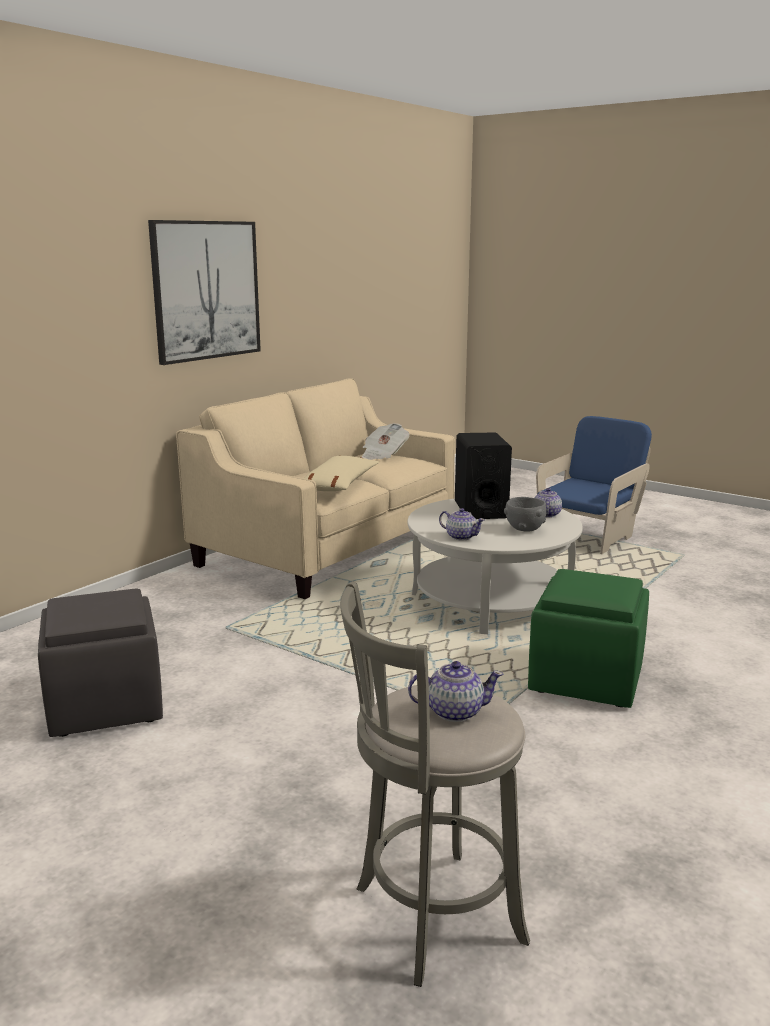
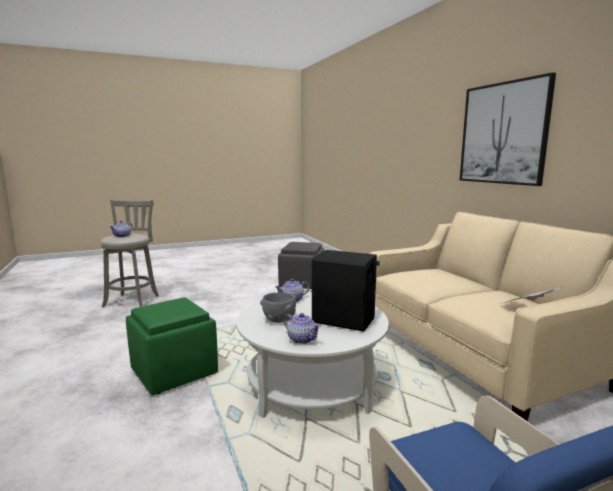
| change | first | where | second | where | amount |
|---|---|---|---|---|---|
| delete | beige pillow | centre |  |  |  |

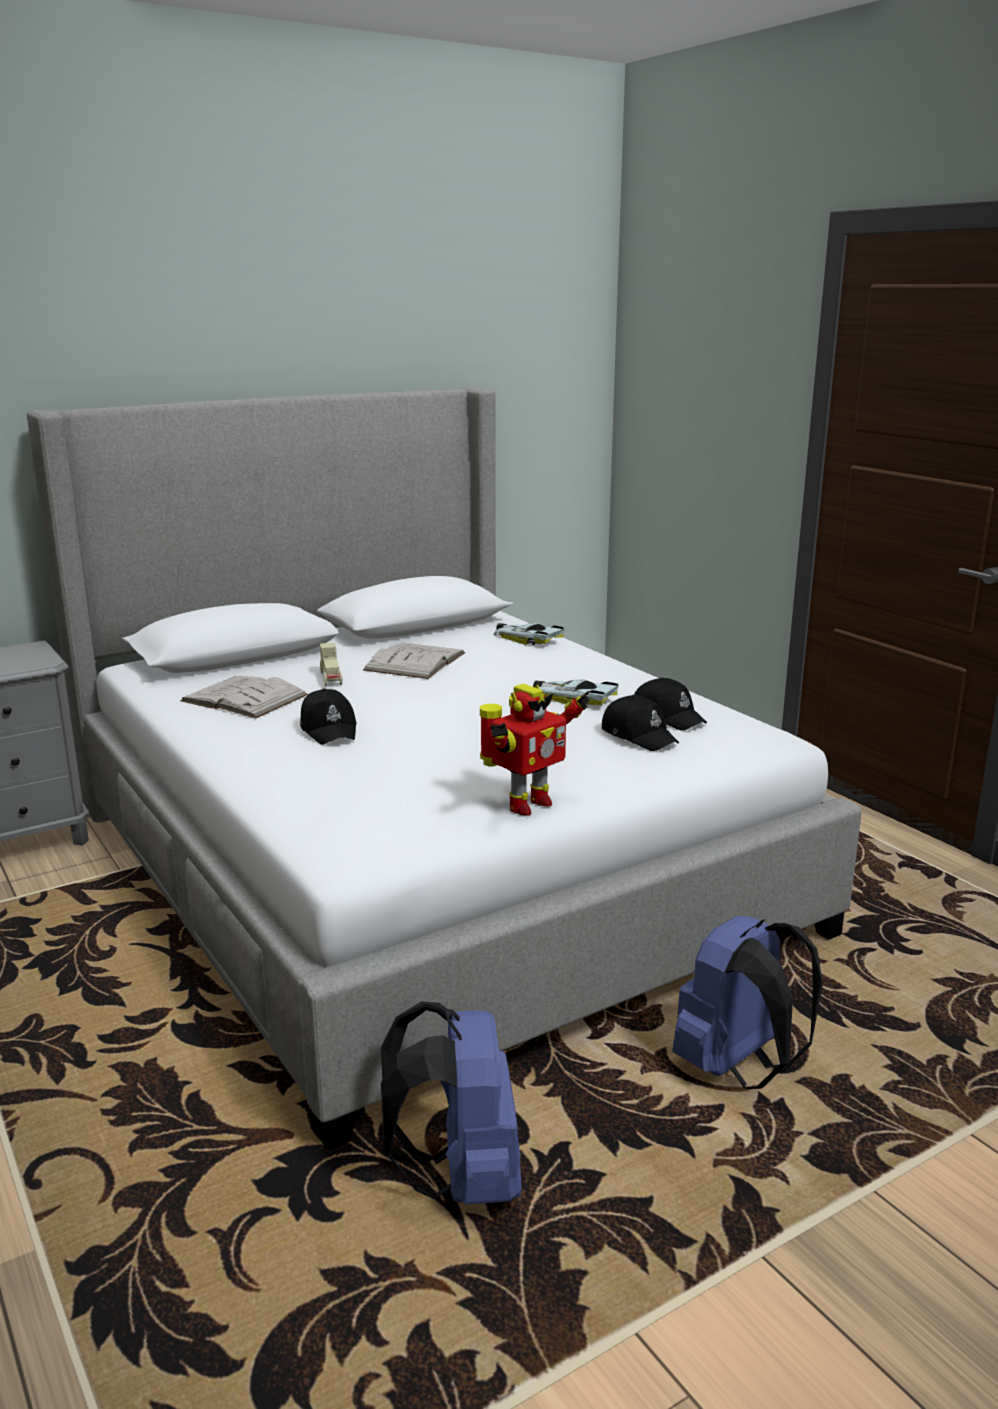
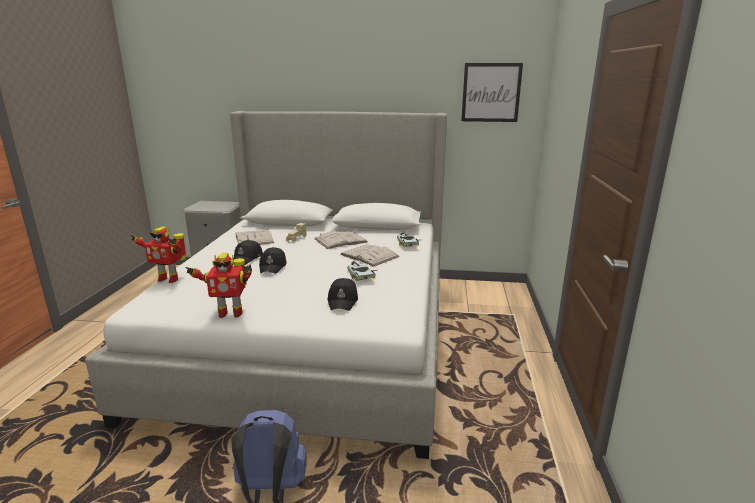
| change | first | where | second | where | amount |
|---|---|---|---|---|---|
| delete | blue-coloured rucksack (1st from left) | bottom centre |  |  |  |
| move | black-coloured cap (3rd from left in the first image) | middle right | black-coloured cap (2nd from left) | centre |  |
| insert |  |  | model robot (1st from left) | middle left |  |
| insert |  |  | white-coloured volume (3rd from left) | centre |  |
| insert |  |  | wall picture | top centre |  |

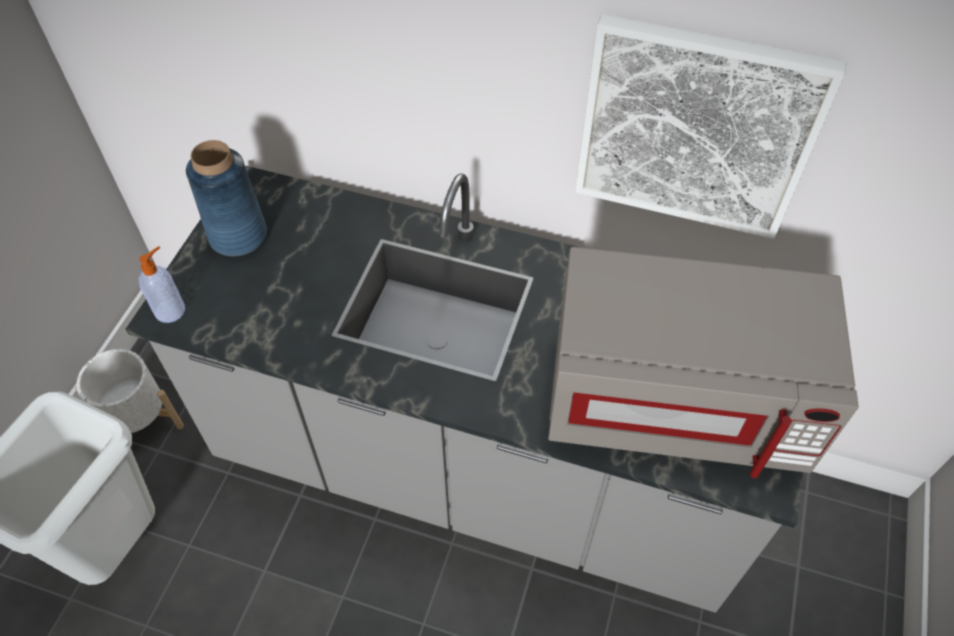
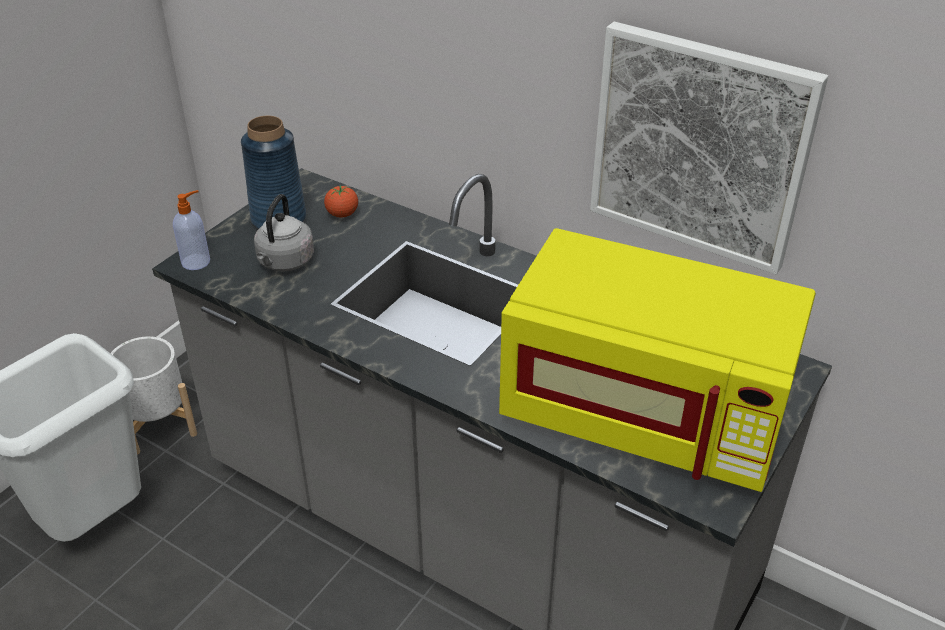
| change | first | where | second | where | amount |
|---|---|---|---|---|---|
| recolor | gray microwave | middle right | yellowish microwave | middle right |  |
| insert |  |  | gray water kettle | middle left |  |
| insert |  |  | fresh tomato | top centre |  |

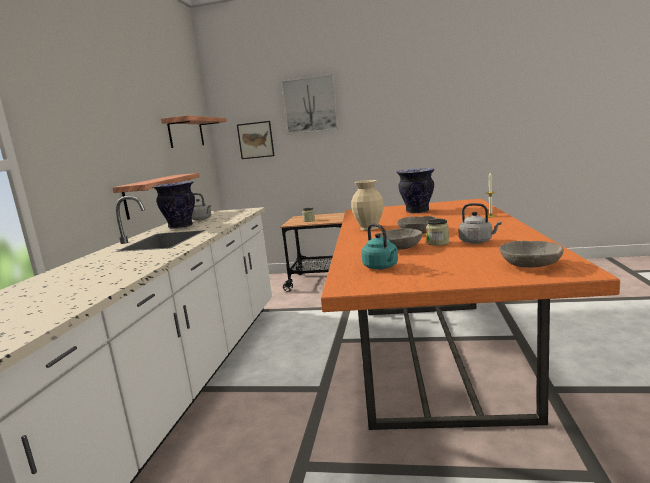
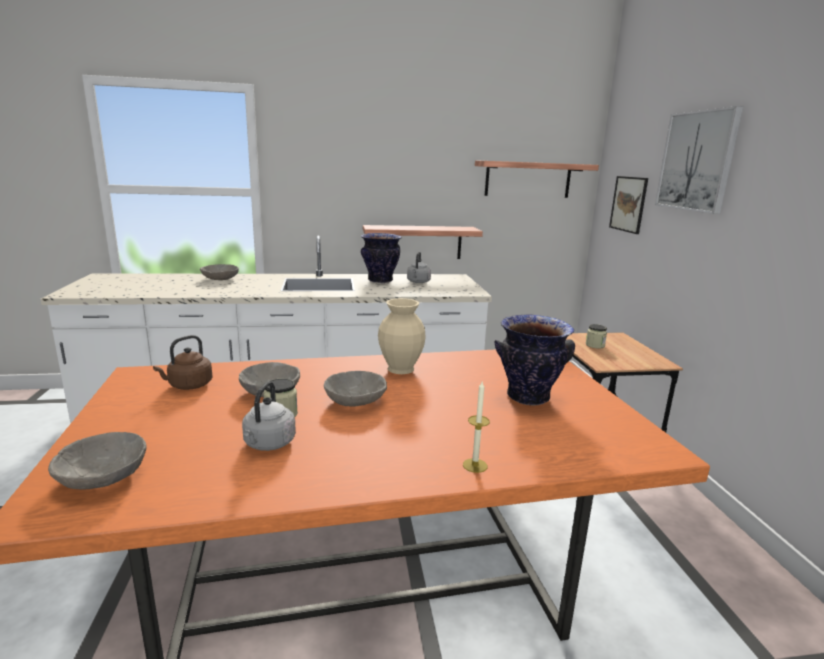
| change | first | where | second | where | amount |
|---|---|---|---|---|---|
| recolor | turquoise-coloured water kettle | centre | brown-coloured water kettle | middle left |  |
| insert |  |  | gray deep dish (2nd from left) | middle left |  |

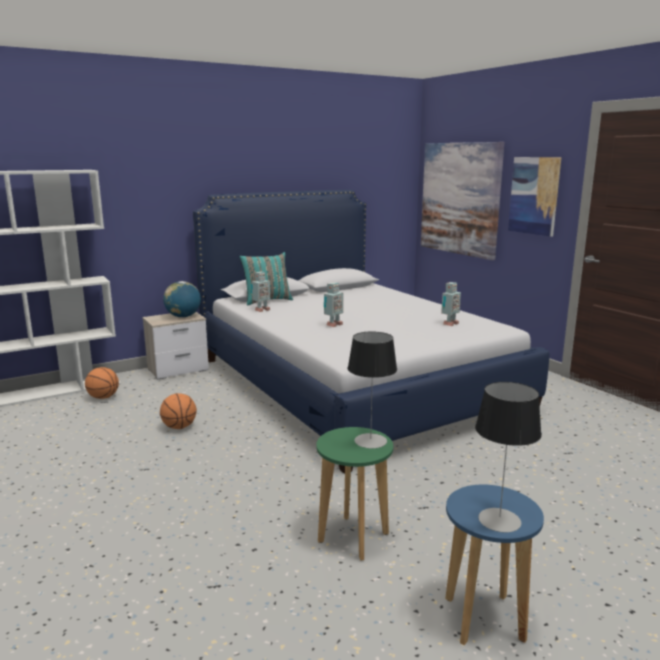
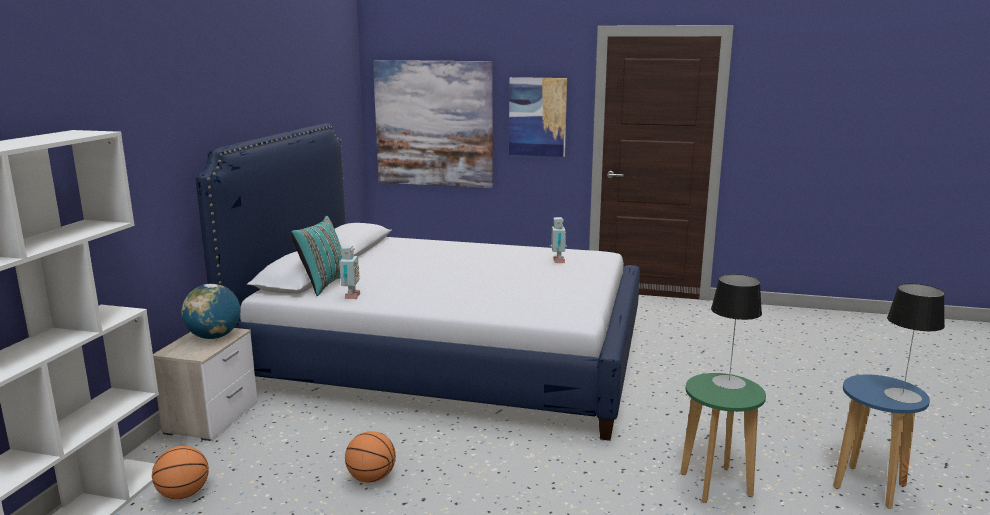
| change | first | where | second | where | amount |
|---|---|---|---|---|---|
| delete | model robot (2nd from left) | centre |  |  |  |

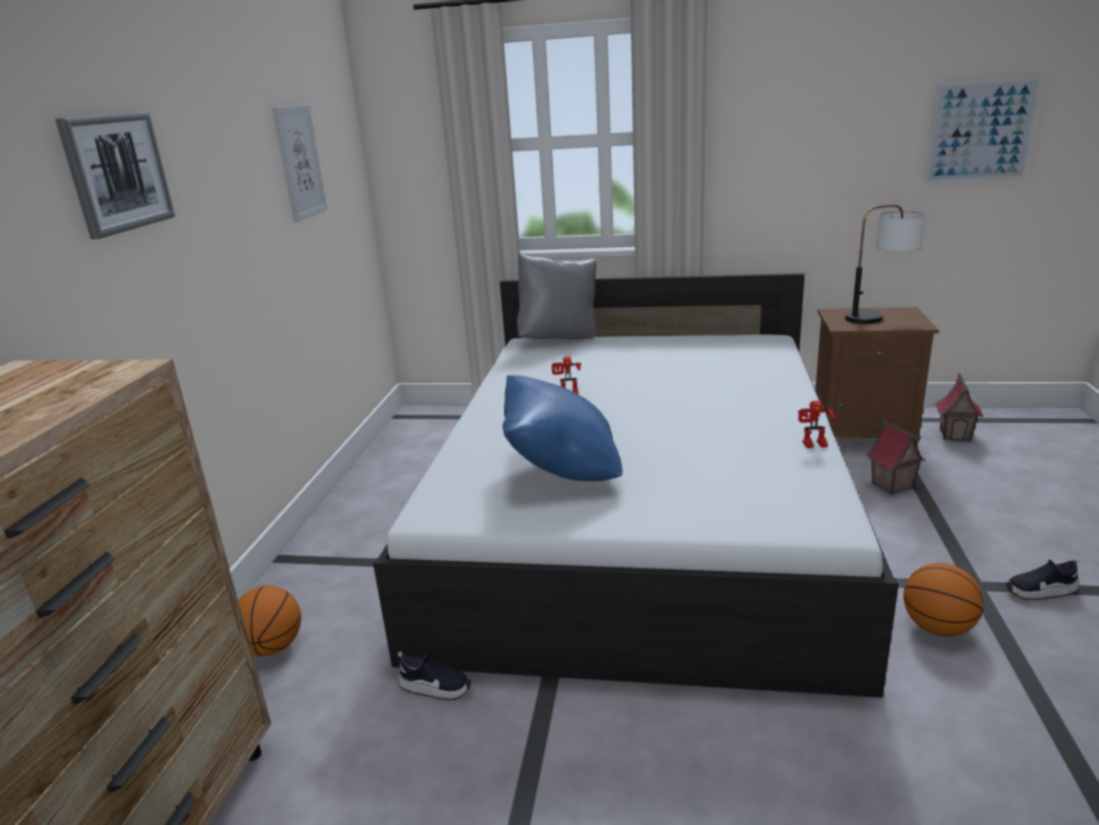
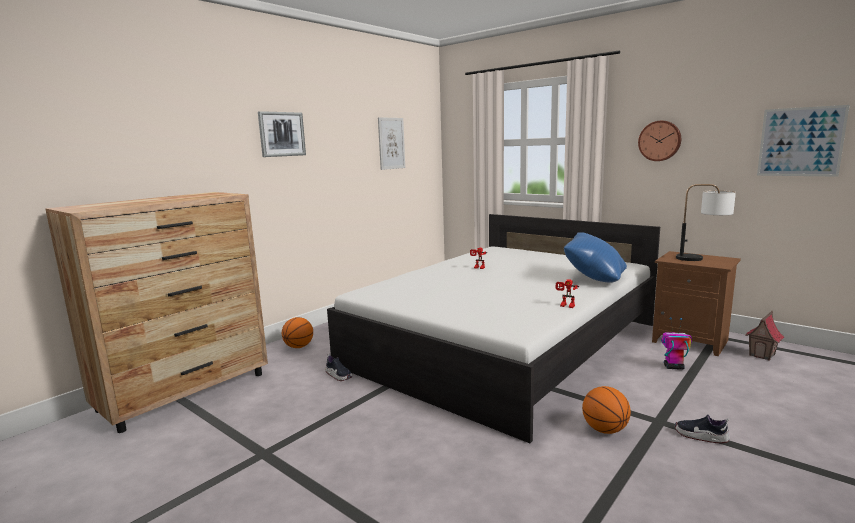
| change | first | where | second | where | amount |
|---|---|---|---|---|---|
| move | blue-coloured pillow | centre |  | middle right |  |
| delete | gray pillow | centre |  |  |  |
| replace | toy house (1st from left) | middle right | model robot (3rd from left) | middle right |  |
| insert |  |  | hanging clock | top right |  |

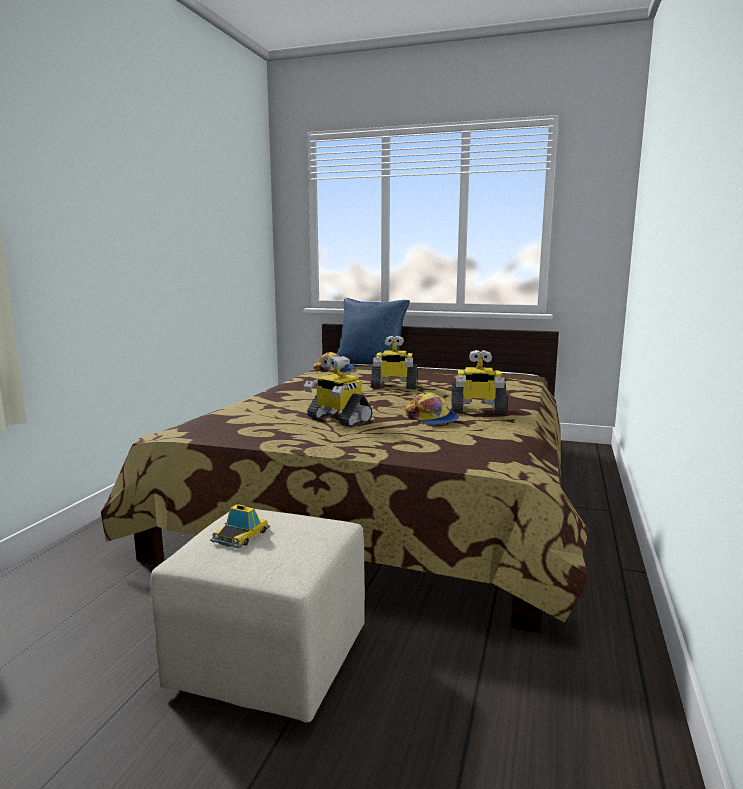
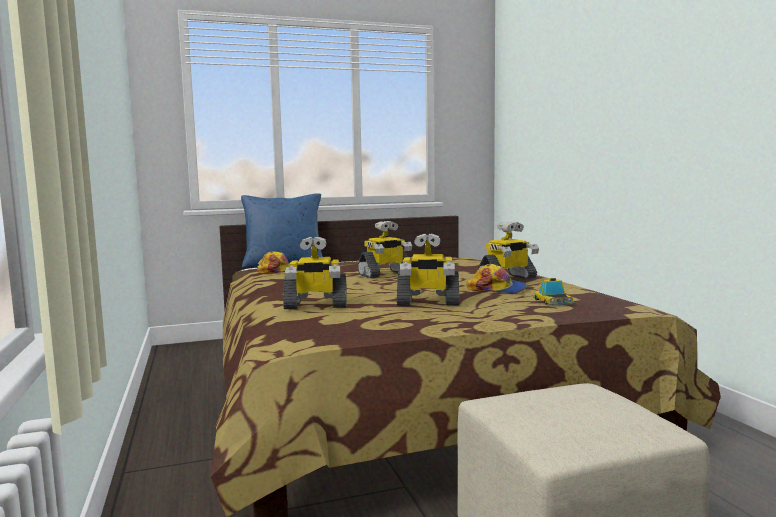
| change | first | where | second | where | amount |
|---|---|---|---|---|---|
| move | miniature car | bottom left |  | middle right |  |
| insert |  |  | model robot (1st from left) | centre |  |

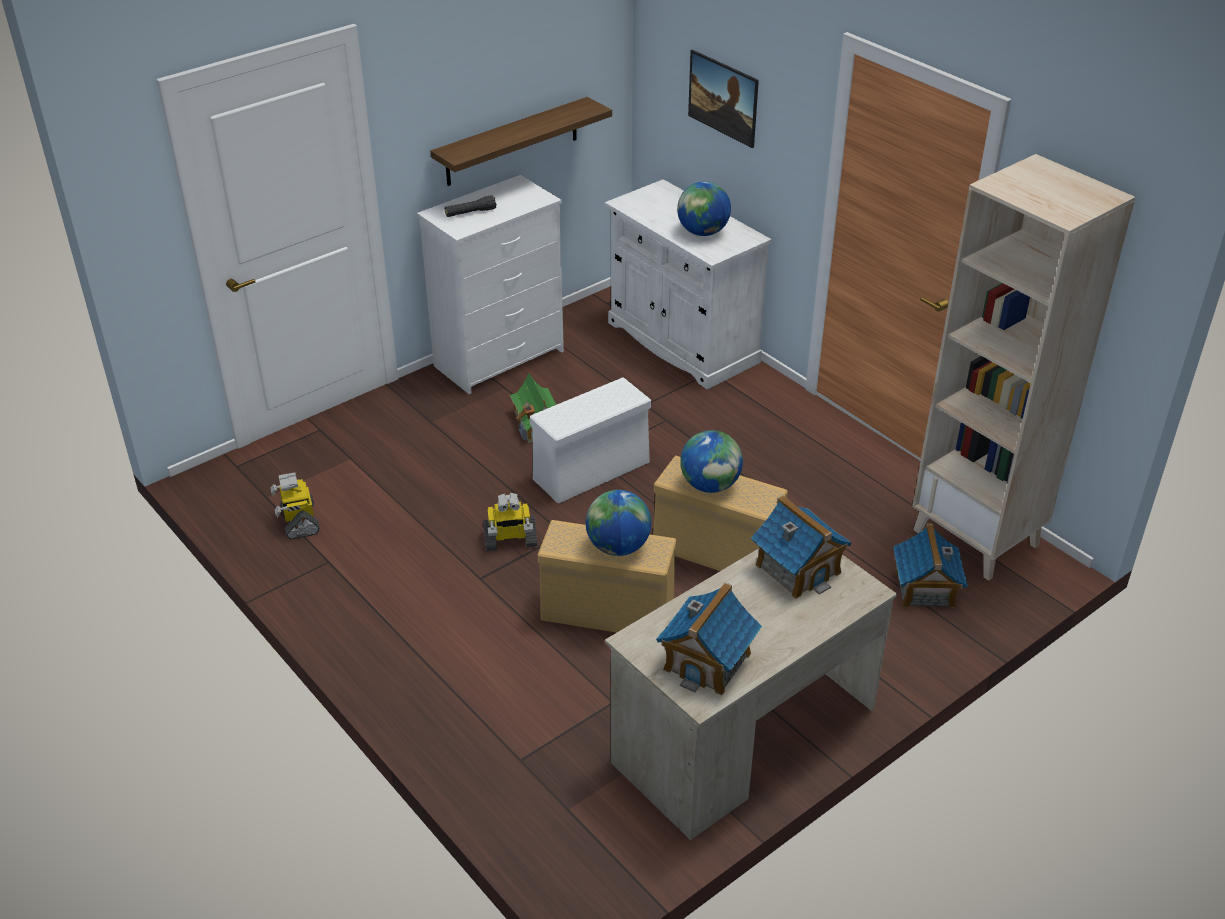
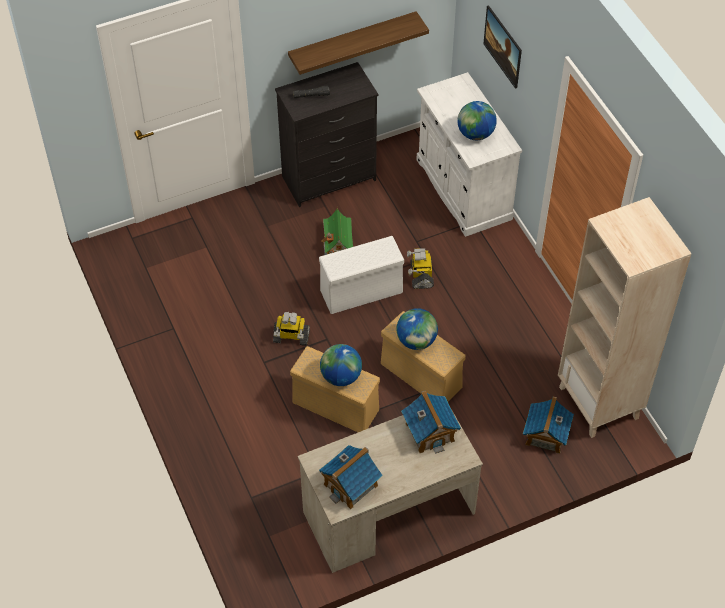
| change | first | where | second | where | amount |
|---|---|---|---|---|---|
| move | model robot (1st from left in the first image) | middle left | model robot (2nd from left) | centre |  |
| recolor | white-coloured chest of drawers | top centre | black-coloured chest of drawers | top centre |  |

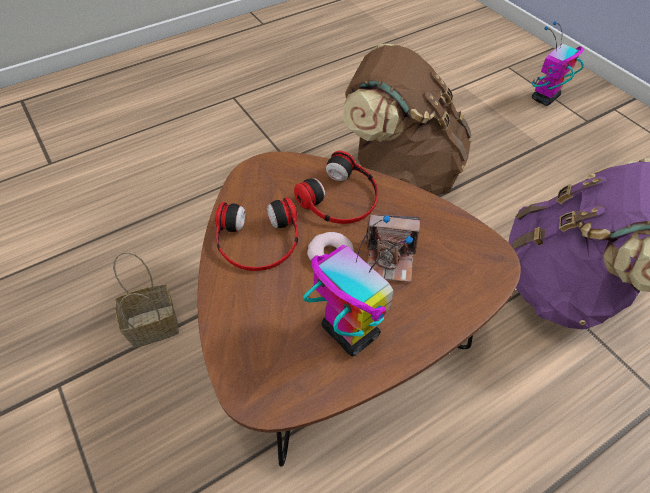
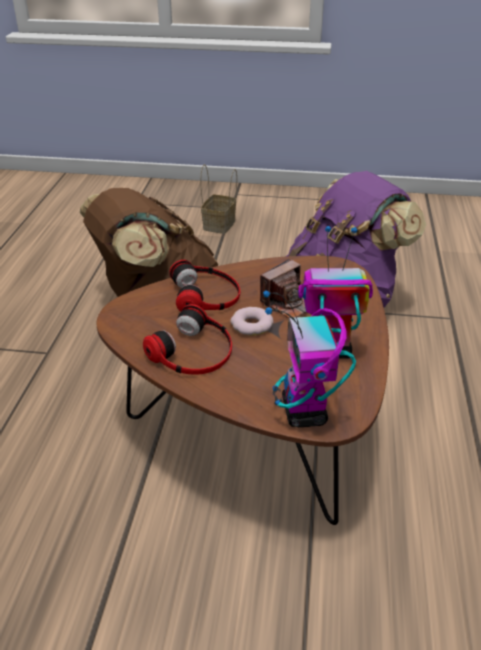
| change | first | where | second | where | amount |
|---|---|---|---|---|---|
| move | household basket | middle left |  | top centre |  |
| move | model robot (2nd from left in the first image) | top right | model robot (1st from left) | centre |  |

